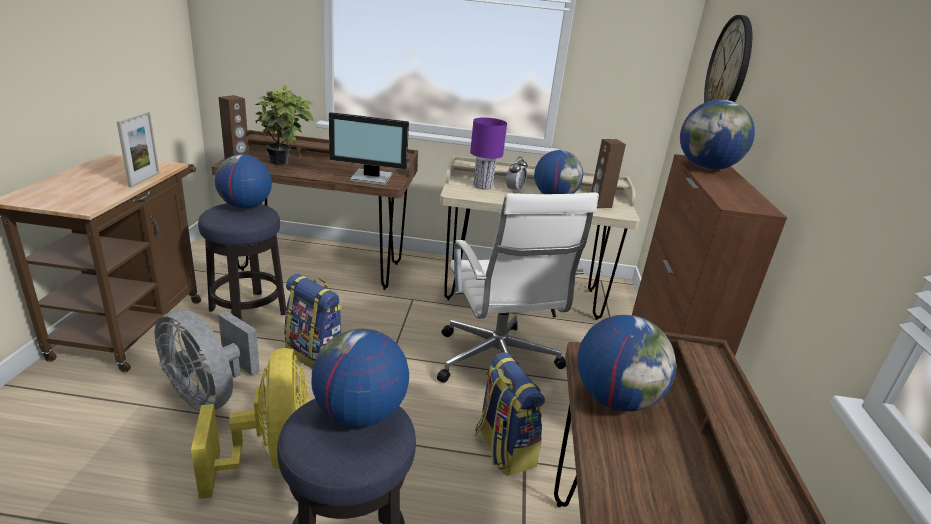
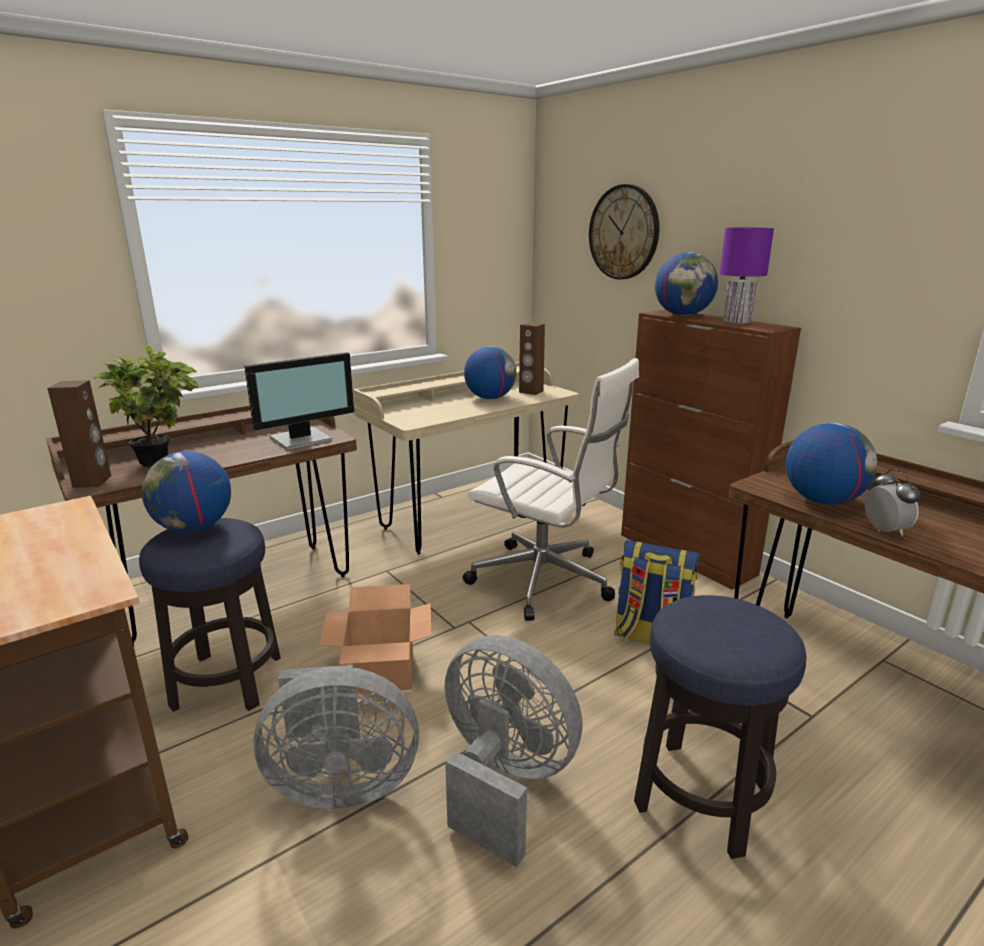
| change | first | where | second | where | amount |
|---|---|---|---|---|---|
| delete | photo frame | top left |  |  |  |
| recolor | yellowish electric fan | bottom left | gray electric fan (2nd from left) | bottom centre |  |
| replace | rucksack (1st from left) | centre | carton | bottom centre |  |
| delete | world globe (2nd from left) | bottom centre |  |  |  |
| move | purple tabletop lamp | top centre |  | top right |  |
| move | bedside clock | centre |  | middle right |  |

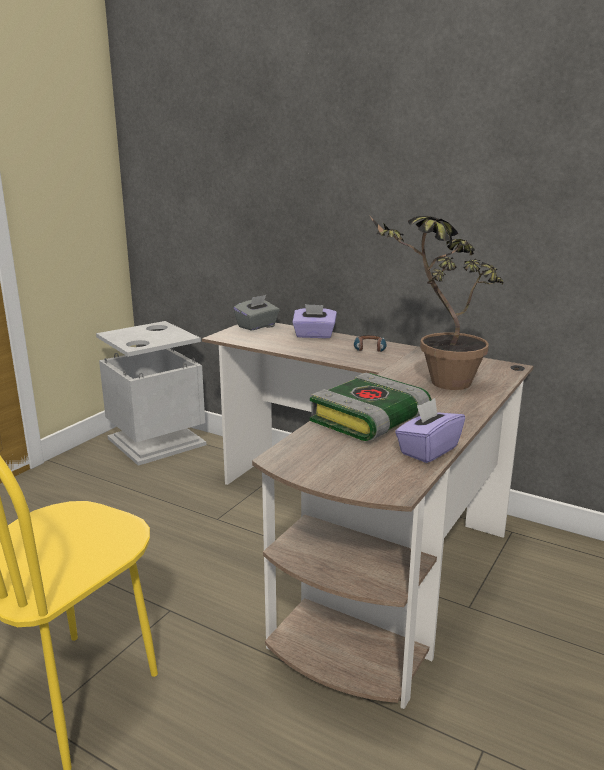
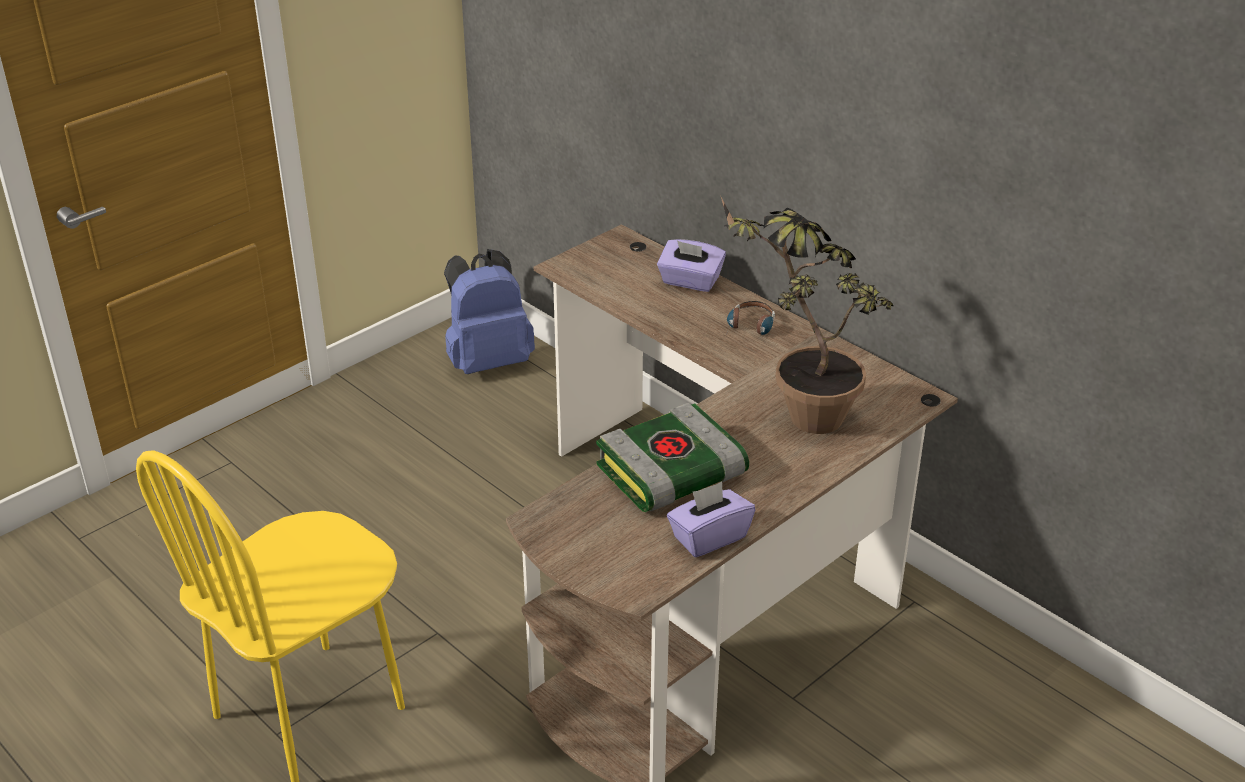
| change | first | where | second | where | amount |
|---|---|---|---|---|---|
| replace | gray waste bin | middle left | blue-coloured rucksack | centre |  |
| delete | gray tissue holder | centre |  |  |  |

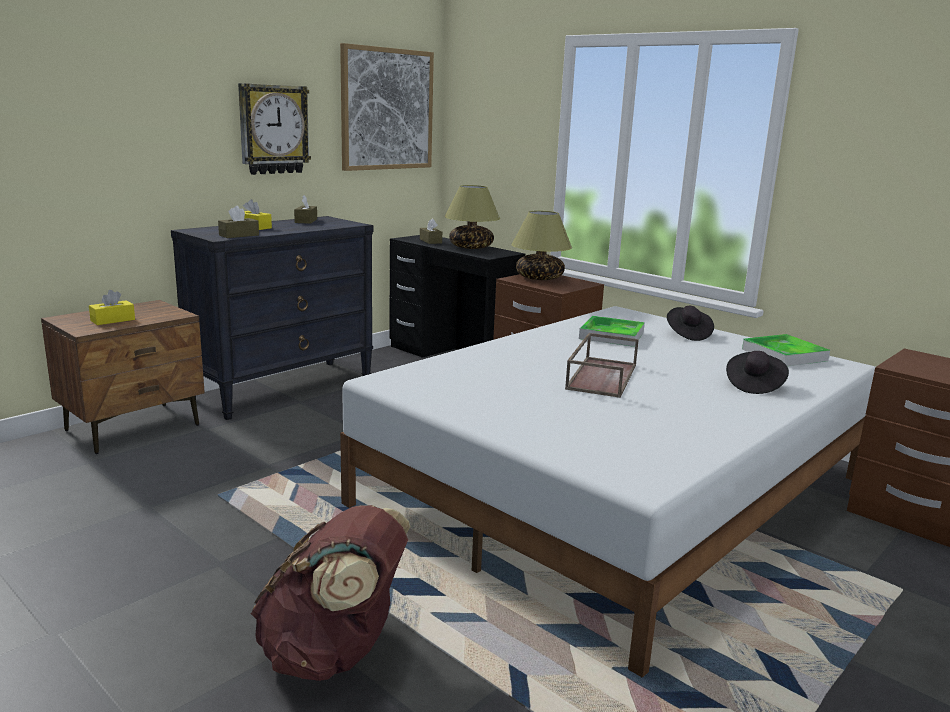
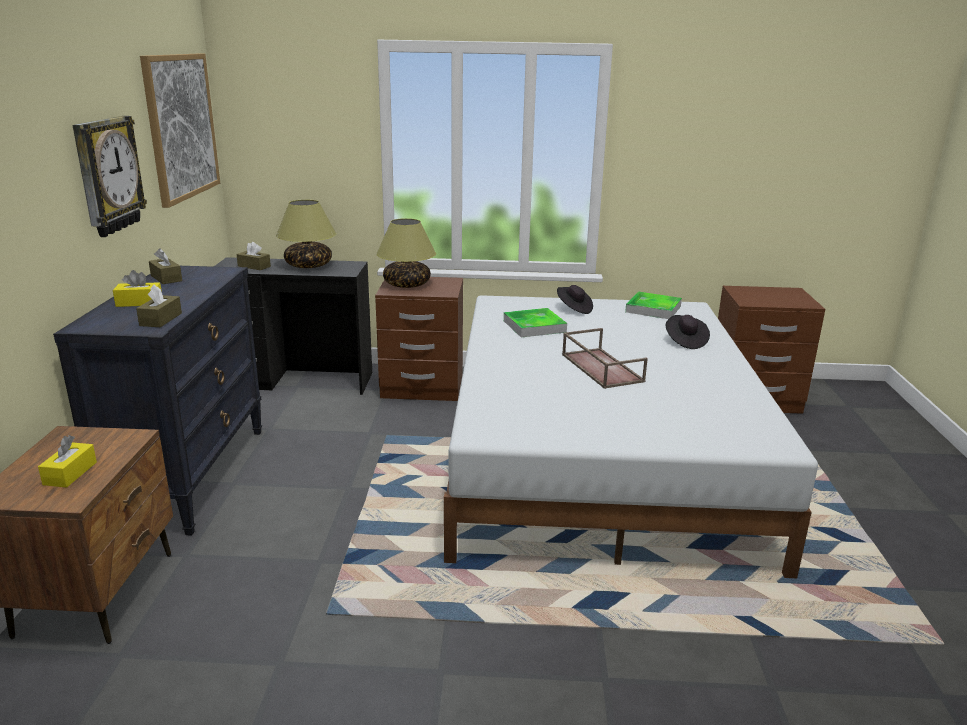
| change | first | where | second | where | amount |
|---|---|---|---|---|---|
| delete | brown-coloured rucksack | bottom centre |  |  |  |

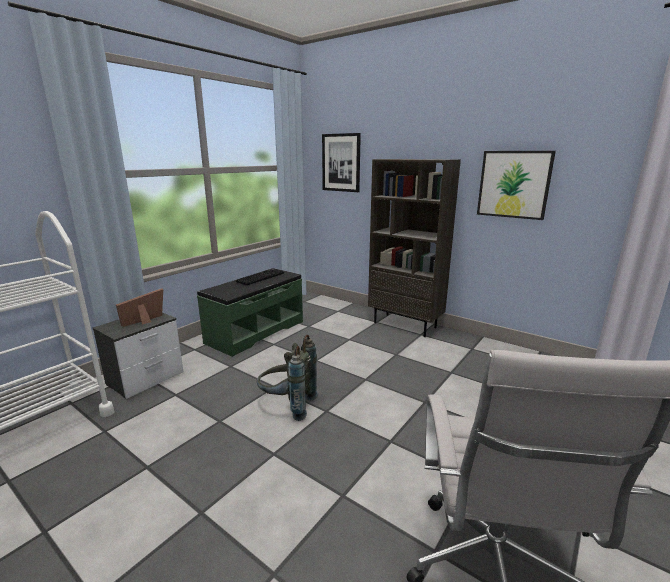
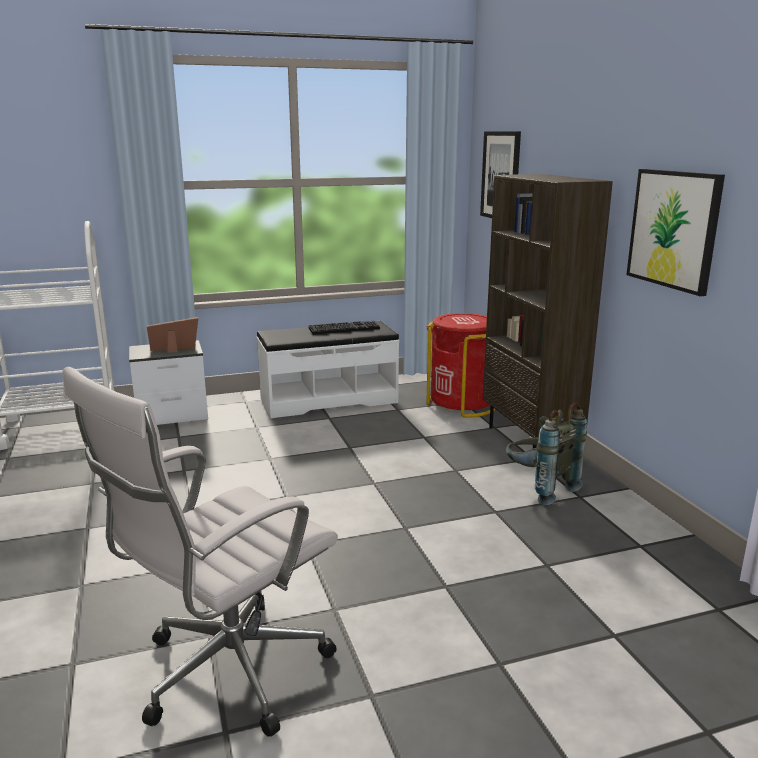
| change | first | where | second | where | amount |
|---|---|---|---|---|---|
| recolor | green long seat | centre | white-coloured long seat | centre |  |
| move | gray rucksack | centre |  | middle right |  |
| insert |  |  | red waste bin | centre |  |

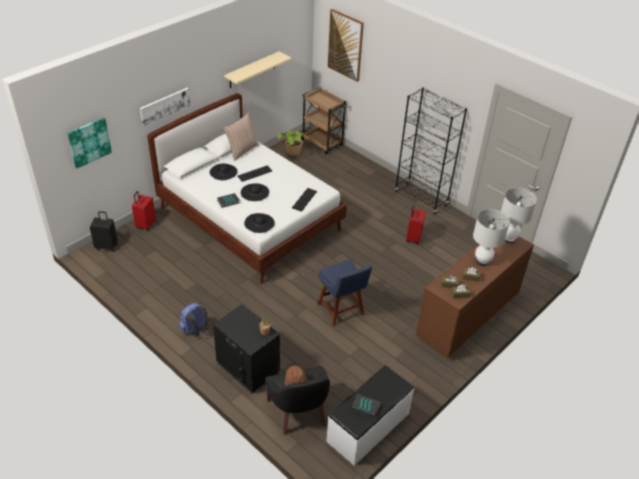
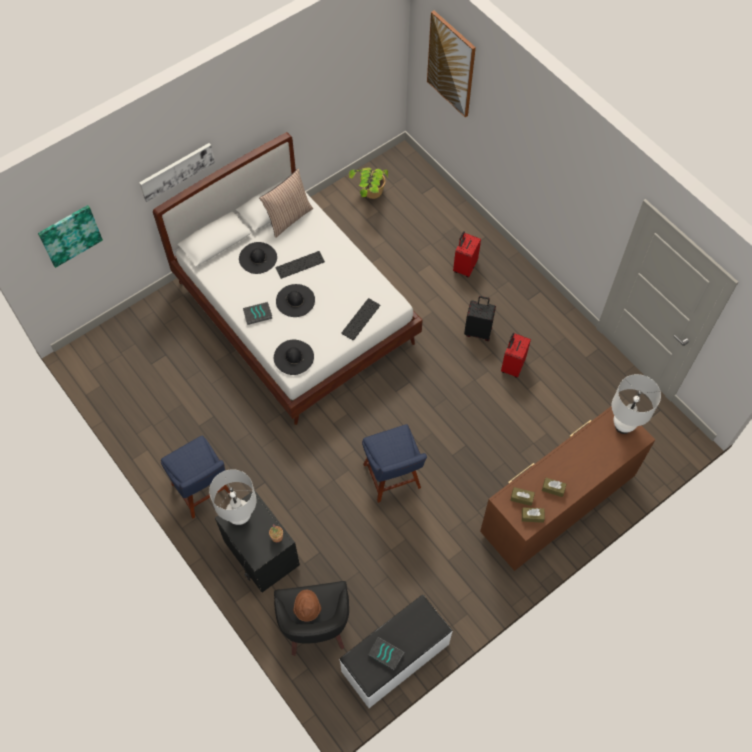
| change | first | where | second | where | amount |
|---|---|---|---|---|---|
| move | black-coloured travel case | middle left |  | centre |  |
| move | red travel case (1st from left) | middle left |  | centre |  |
| replace | blue-coloured rucksack | bottom left | blue-coloured chair (1st from left) | middle left |  |
| delete | beige bracket shelf | top centre |  |  |  |
| delete | brown-coloured cart | top centre |  |  |  |
| delete | black-coloured bookcase | top right |  |  |  |
| move | white-coloured tabletop lamp (1st from left) | middle right |  | middle left |  |

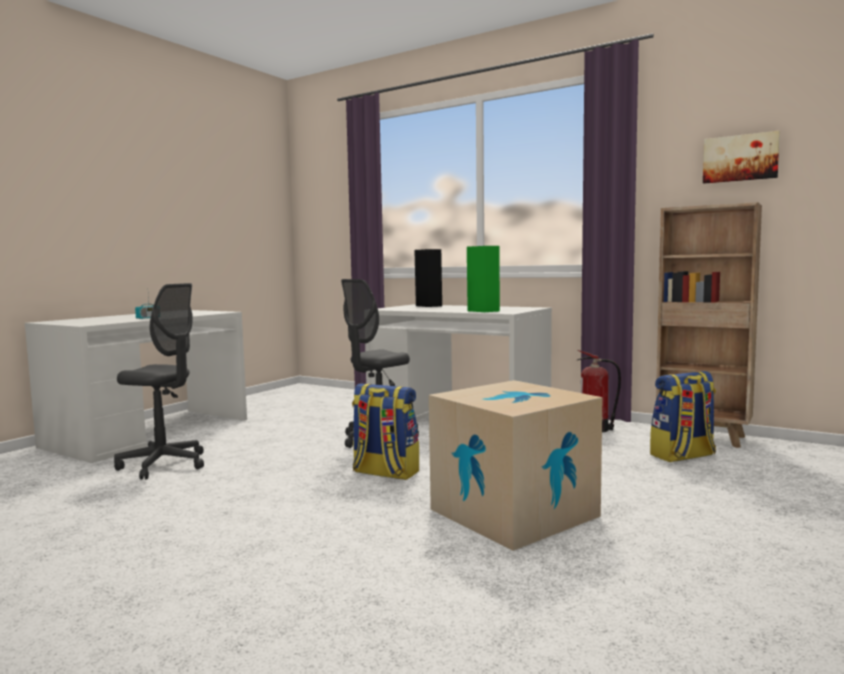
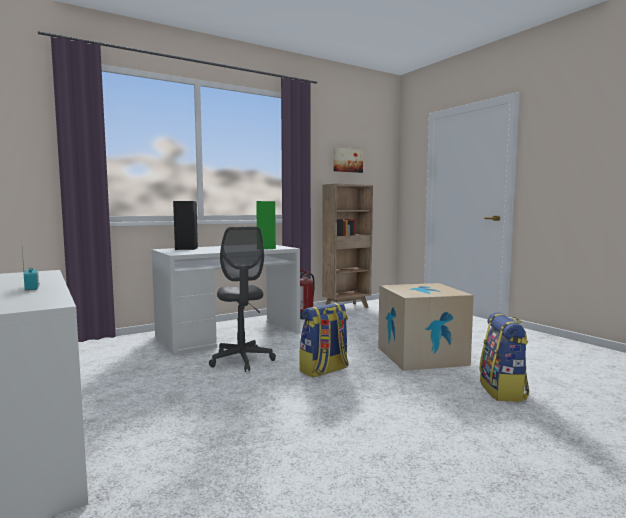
| change | first | where | second | where | amount |
|---|---|---|---|---|---|
| delete | gray office chair (1st from left) | middle left |  |  |  |
| move | rucksack (2nd from left) | middle right |  | bottom right |  |

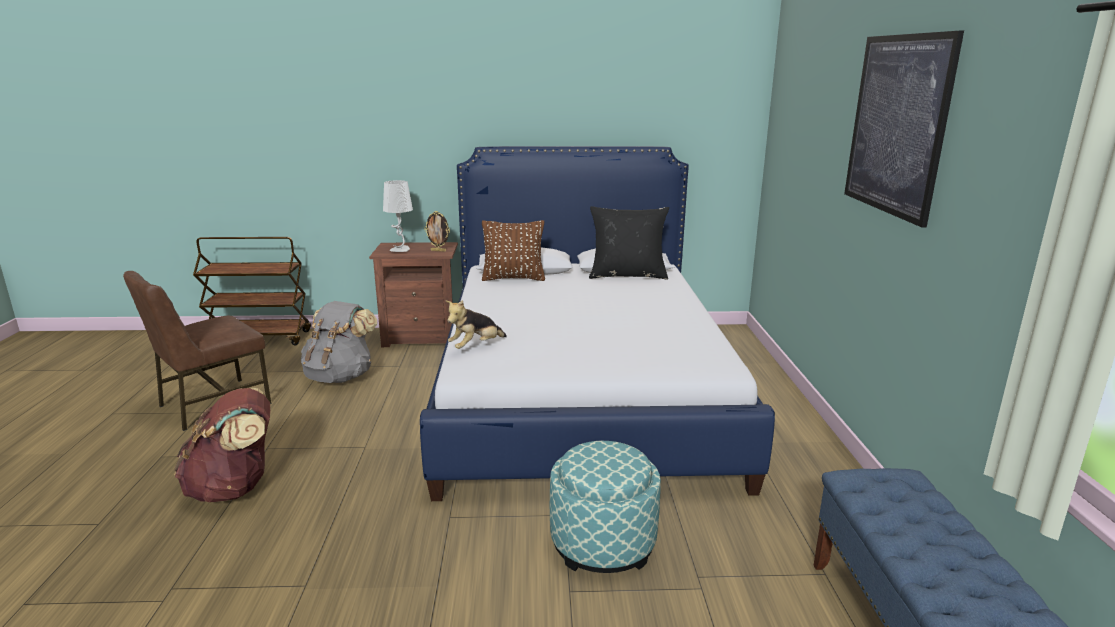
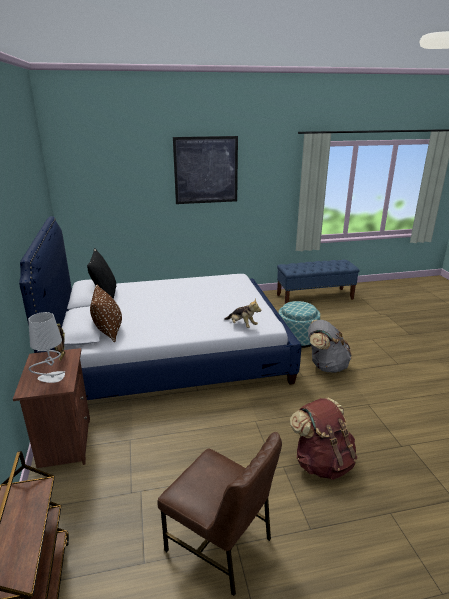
| change | first | where | second | where | amount |
|---|---|---|---|---|---|
| move | gray rucksack | middle left |  | middle right |  |

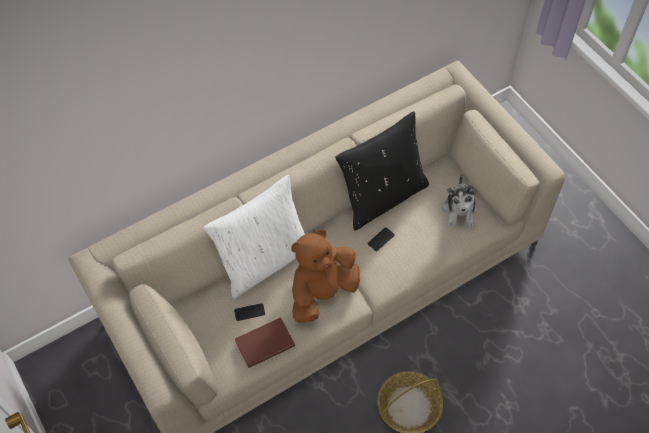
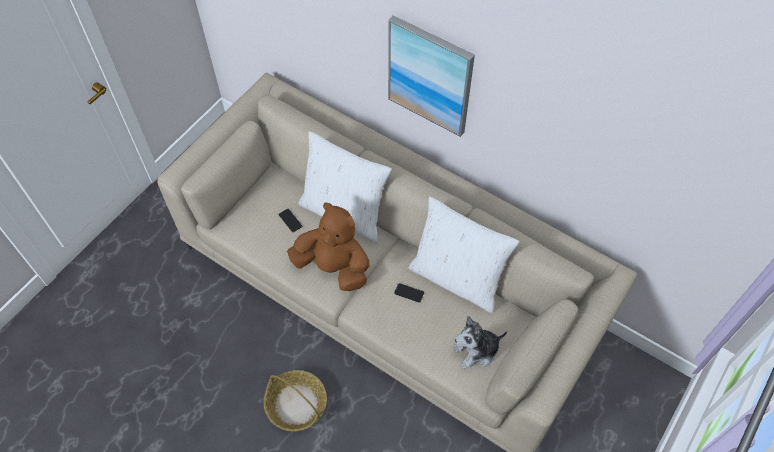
| change | first | where | second | where | amount |
|---|---|---|---|---|---|
| delete | brown-coloured volume | bottom centre |  |  |  |
| recolor | black-coloured pillow | centre | white-coloured pillow (2nd from left) | centre |  |
| insert |  |  | wall picture | top centre |  |

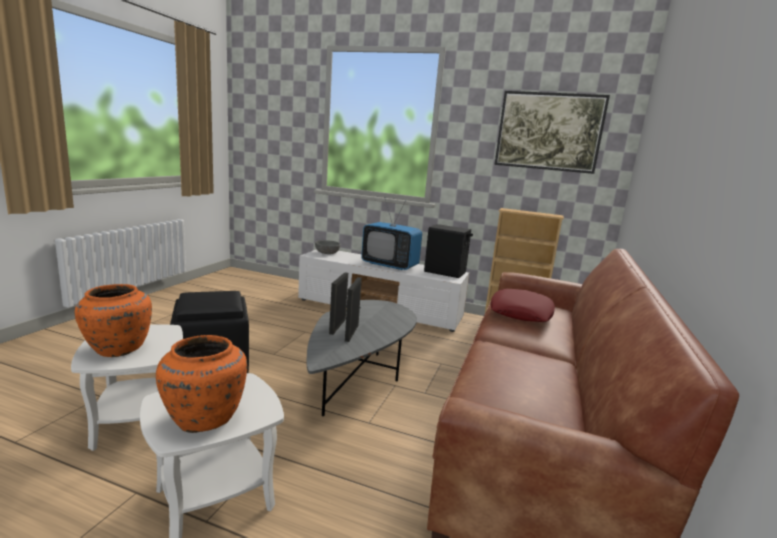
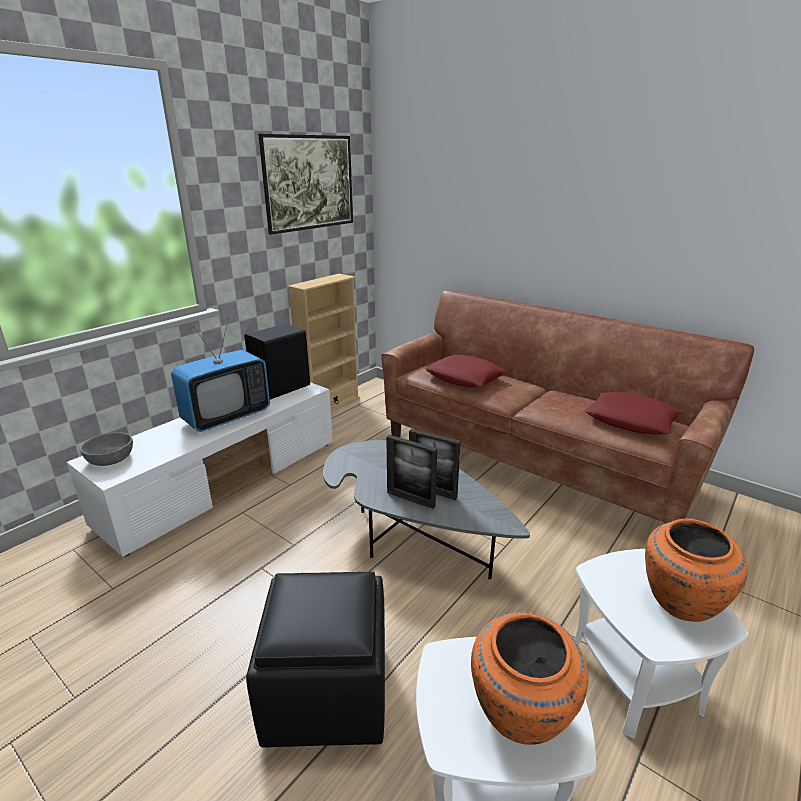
| change | first | where | second | where | amount |
|---|---|---|---|---|---|
| insert |  |  | red pillow (2nd from left) | middle right |  |

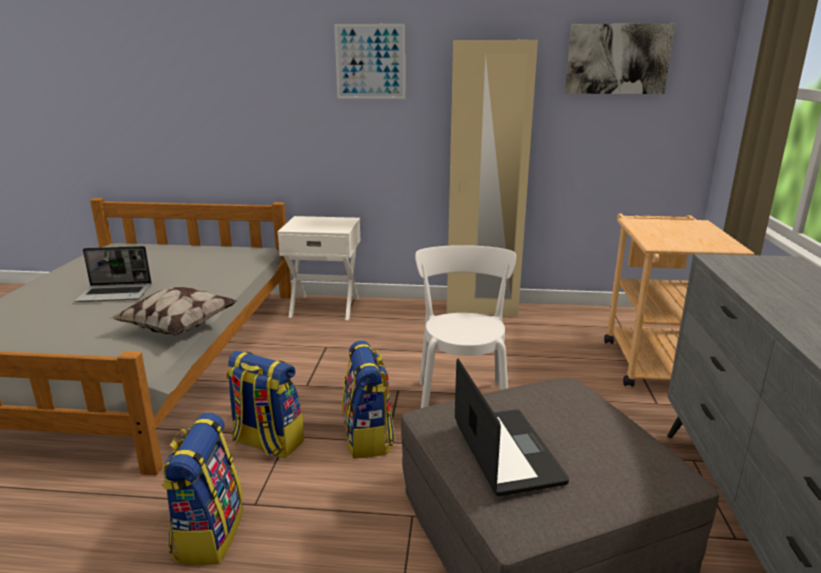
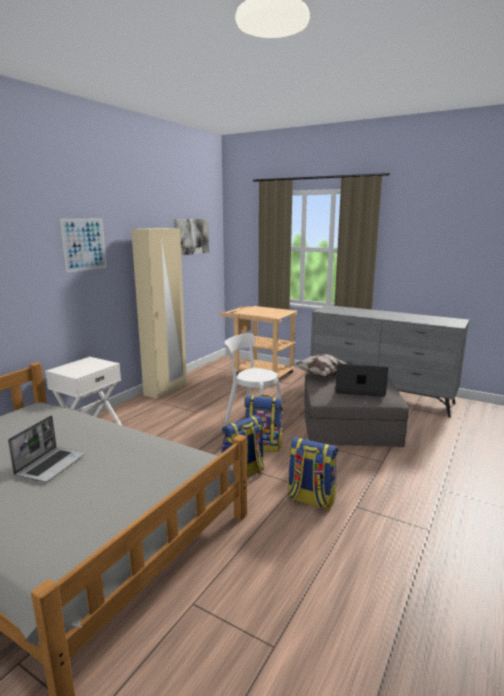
| change | first | where | second | where | amount |
|---|---|---|---|---|---|
| move | pillow | middle left |  | centre |  |

